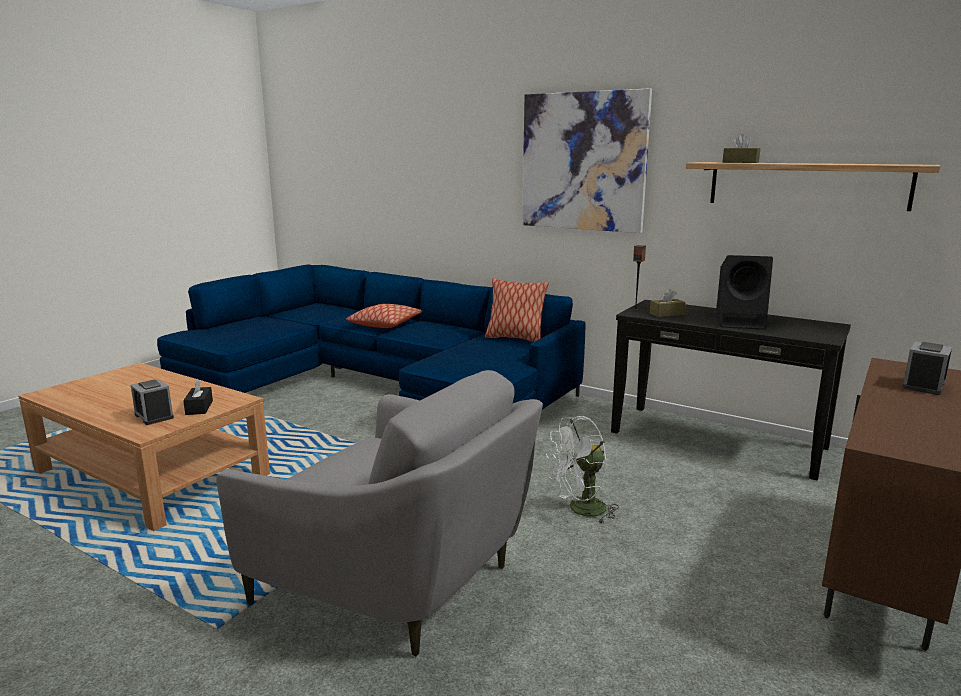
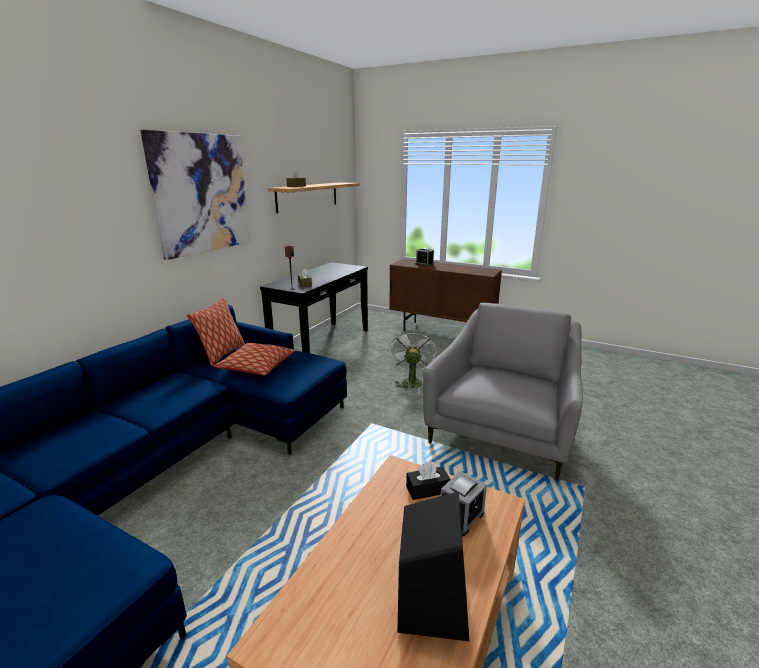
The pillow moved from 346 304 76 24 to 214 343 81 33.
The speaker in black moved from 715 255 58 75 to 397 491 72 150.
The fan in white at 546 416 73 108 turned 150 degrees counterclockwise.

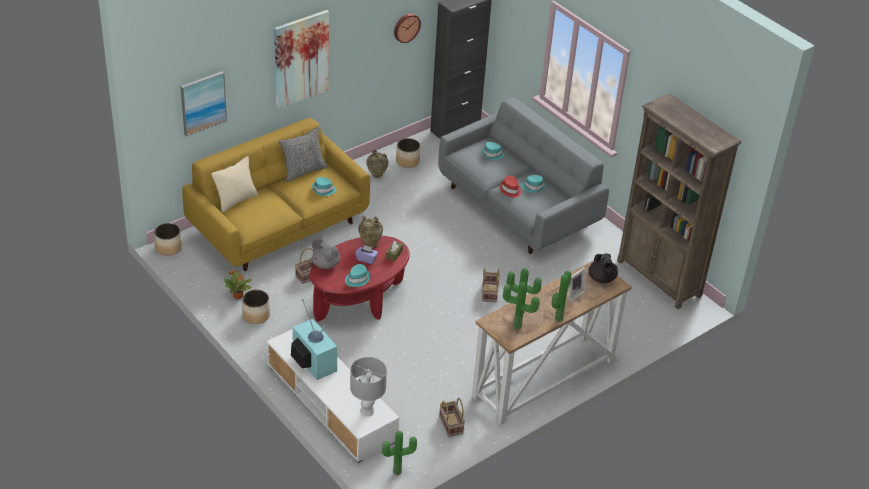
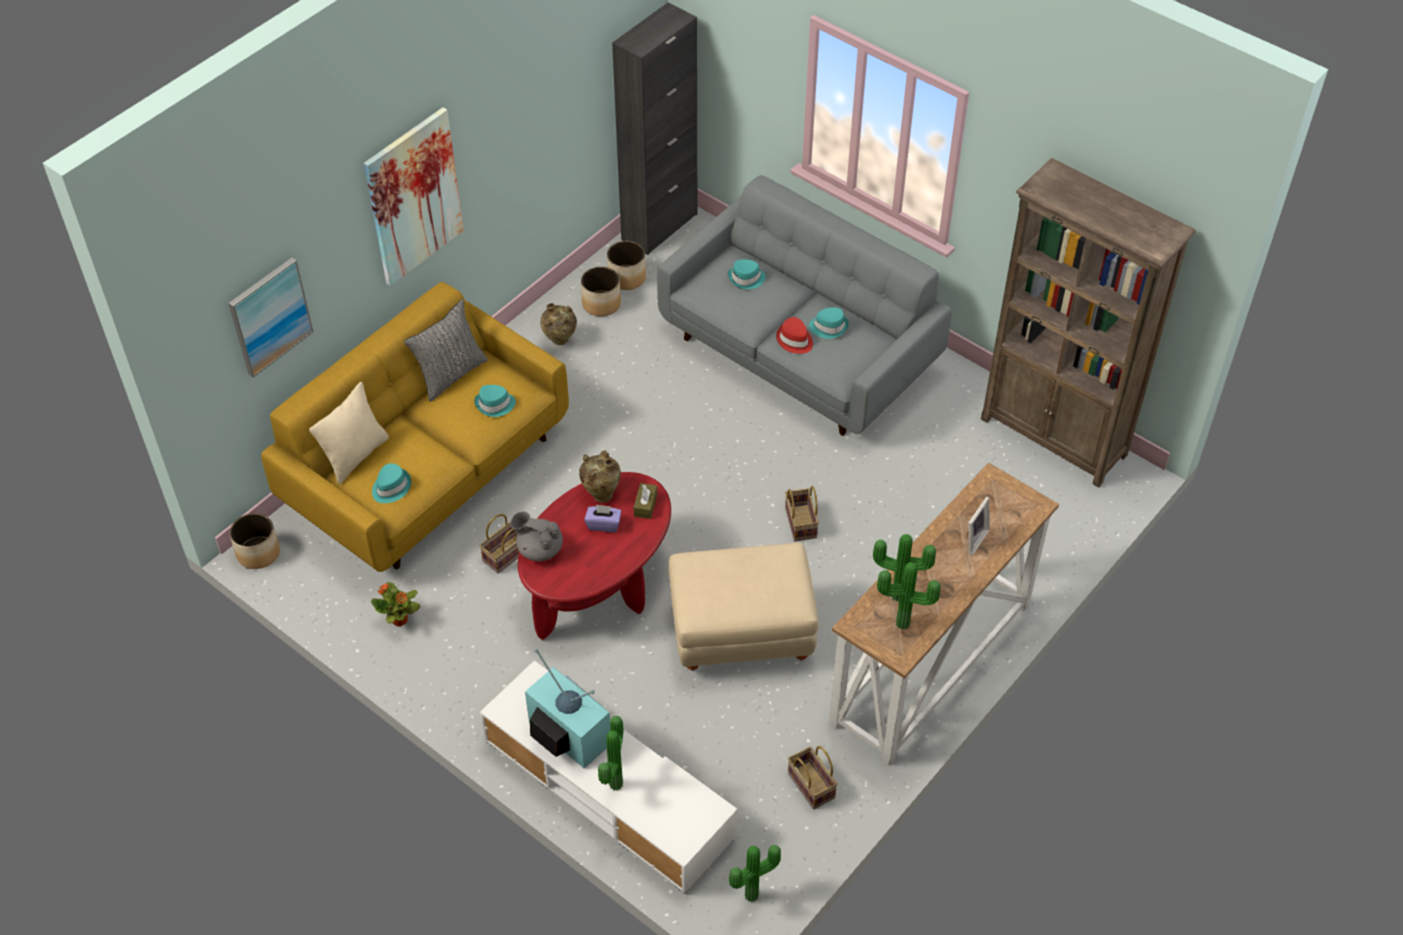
The table lamp in grey at 350 357 37 60 disappeared.
The wall clock at 394 14 27 29 disappeared.
The teapot in black at 588 253 30 30 disappeared.
The ottoman in beige at 669 542 150 129 appeared.
The planter moved from 242 290 28 34 to 607 241 39 49.
The hat in turquoise moved from 345 264 25 23 to 372 463 39 40.
The potted plant moved from 551 271 20 51 to 598 716 26 75.

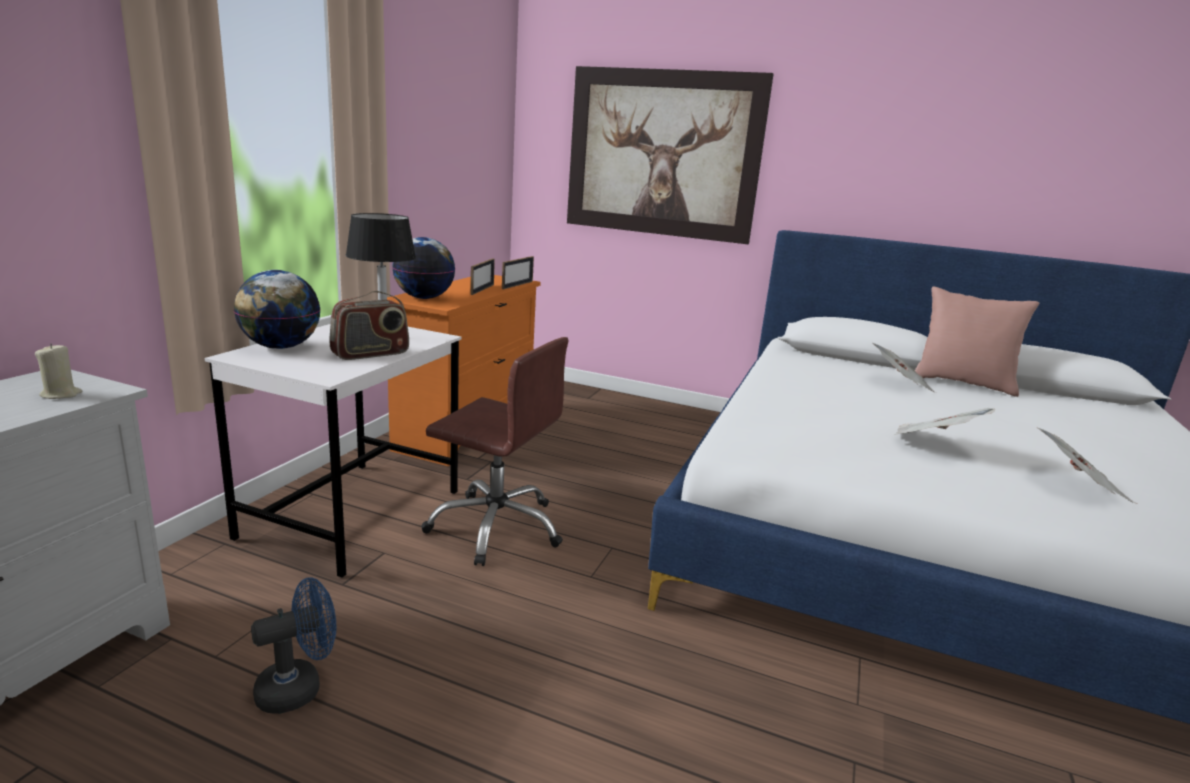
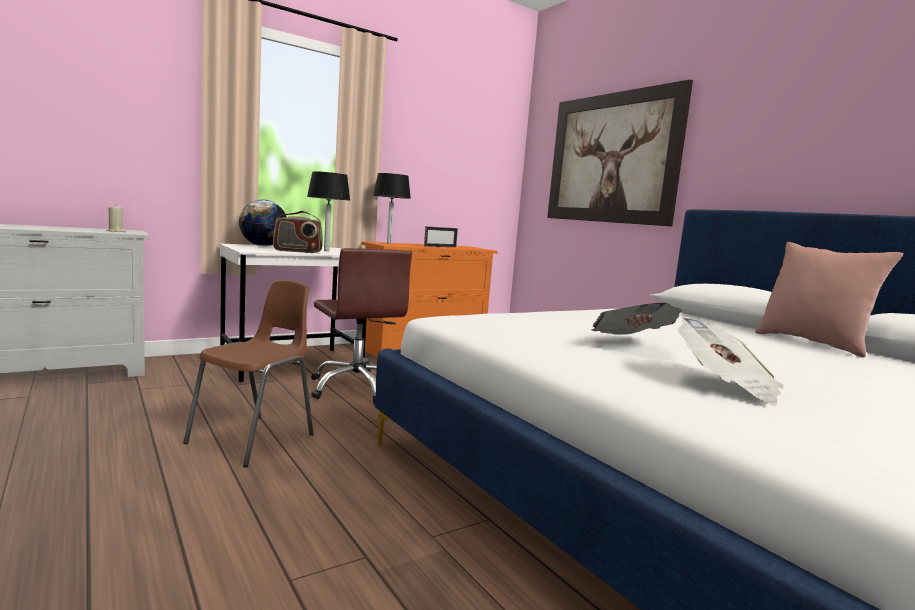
The fan in blue at 251 577 85 137 disappeared.
The picture frame at 502 256 32 33 disappeared.
The newspaper at 871 342 64 50 disappeared.
The chair in brown at 183 280 131 187 appeared.
The globe at 392 237 63 62 was replaced by the table lamp in black at 373 173 38 71.

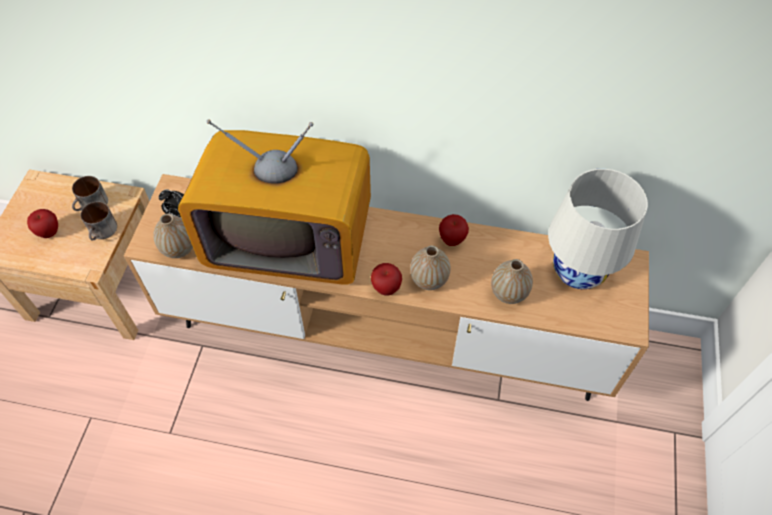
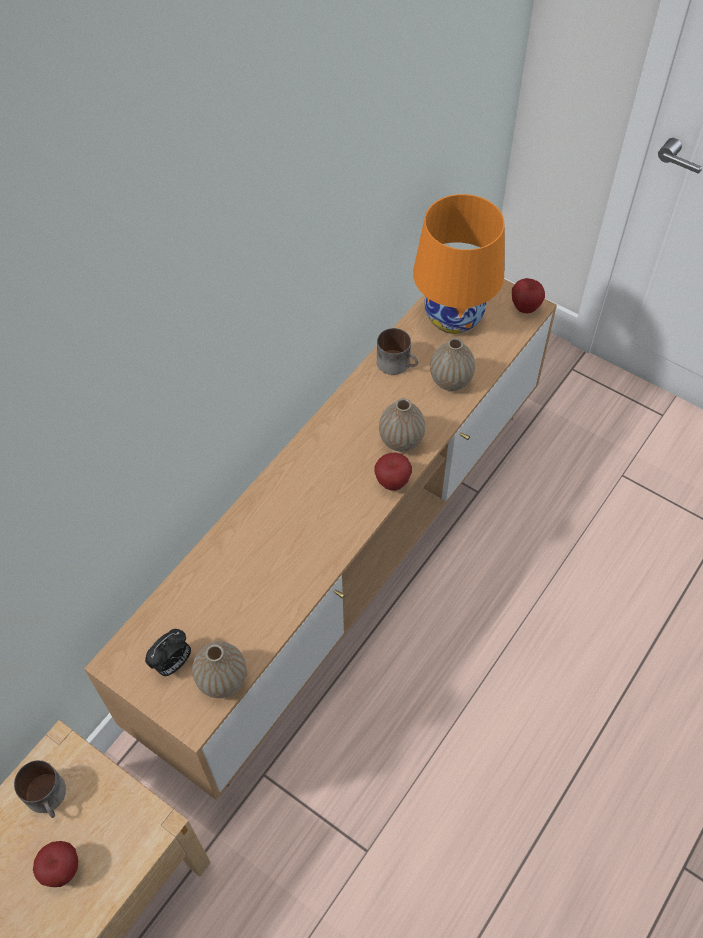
The television at 178 119 193 165 disappeared.
The mug moved from 81 201 36 39 to 377 328 41 47.
The apple moved from 439 214 30 32 to 512 278 33 35.
The table lamp in white at 548 169 100 120 became the table lamp in orange at 413 194 92 140.

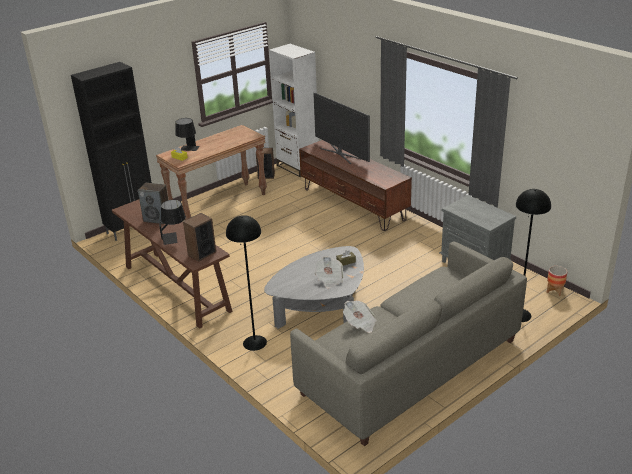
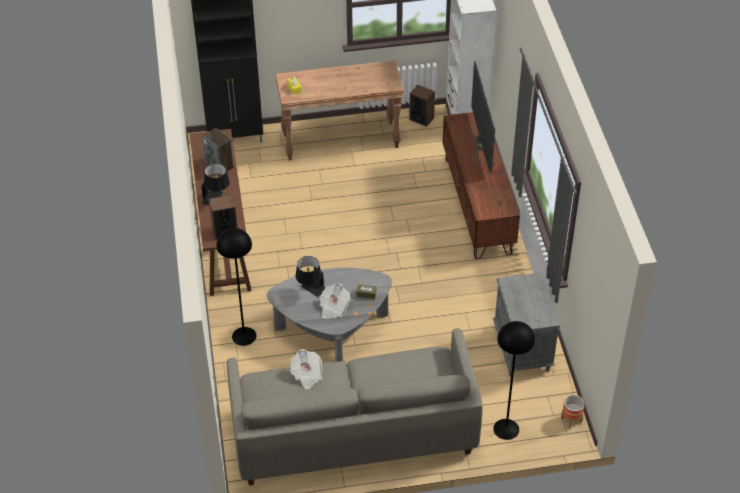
The table lamp in black moved from 176 118 24 33 to 296 256 29 41.

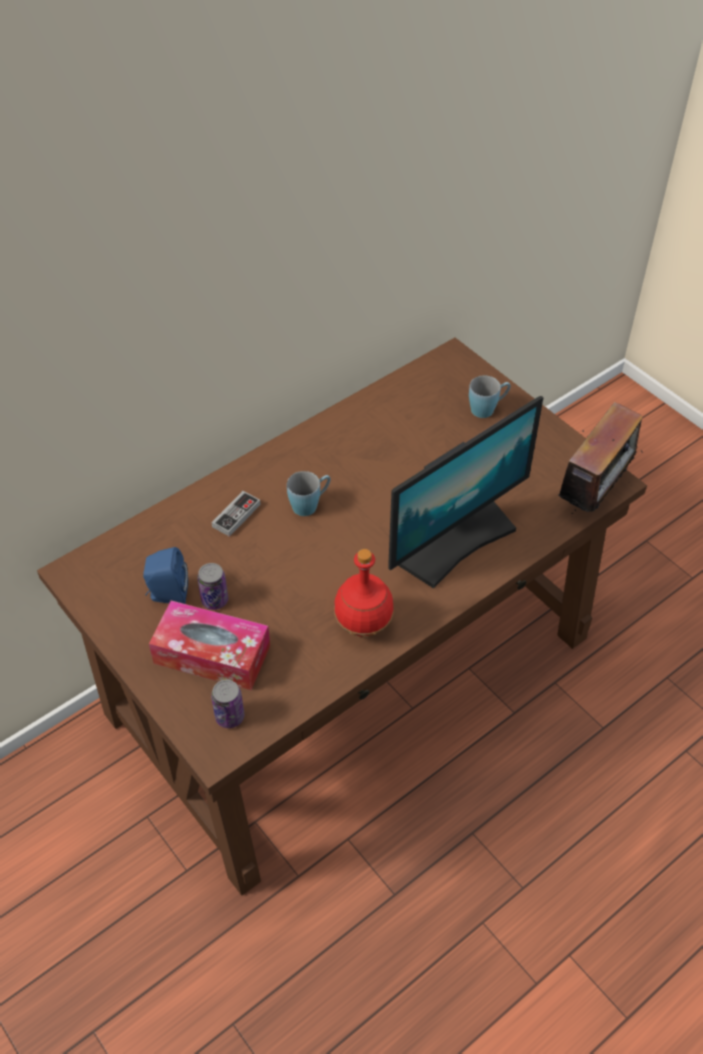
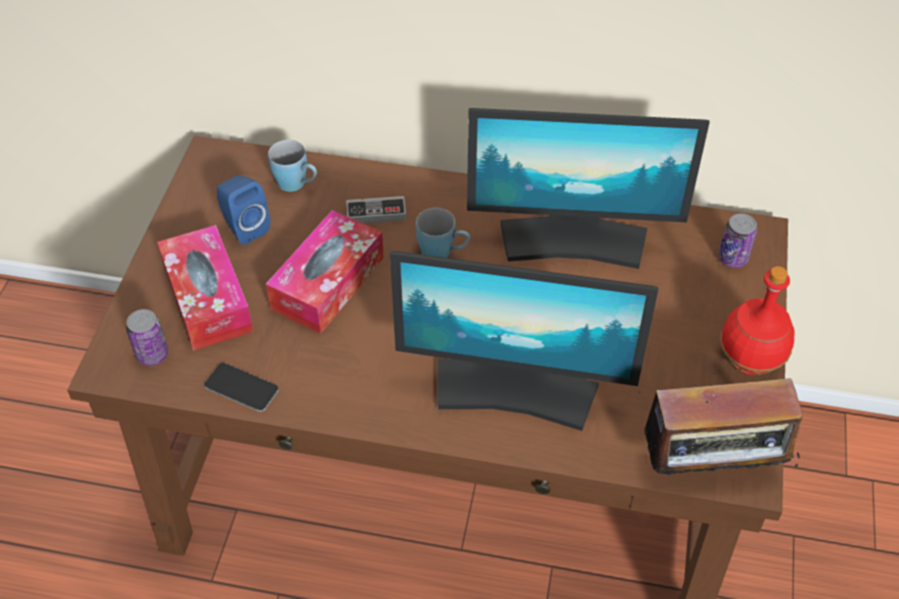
The phone at 204 363 75 49 appeared.
The tissue box at 266 210 118 124 appeared.
The monitor at 467 108 243 161 appeared.
The can moved from 197 563 31 47 to 718 213 39 55.
The bottle in red moved from 334 549 60 88 to 720 266 75 109.
The mug in blue moved from 469 375 42 43 to 268 140 49 52.

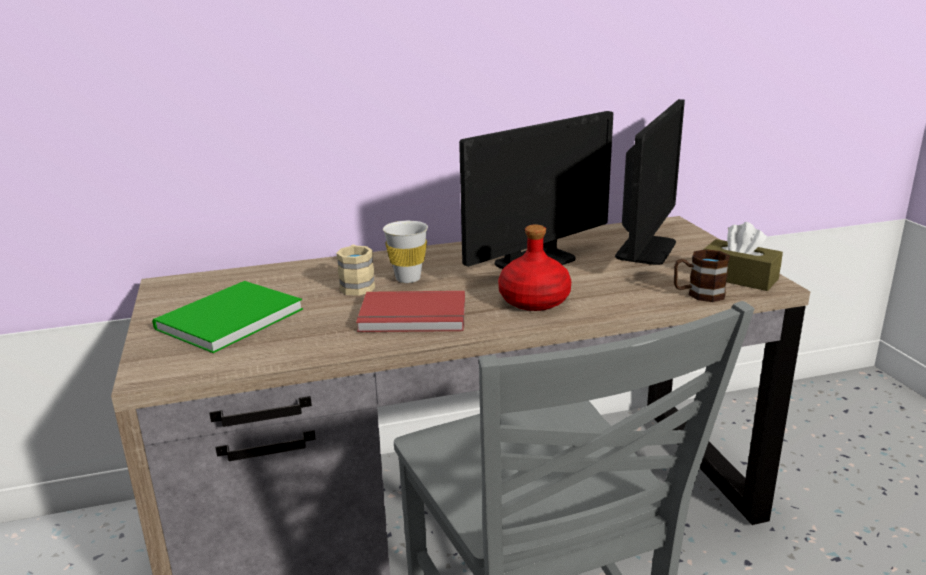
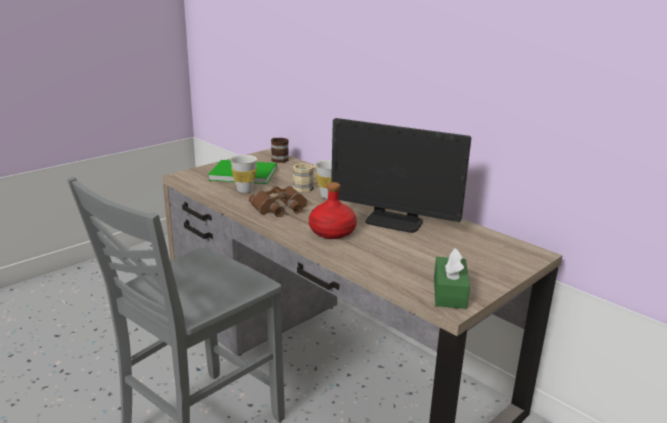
The monitor at 615 99 70 166 disappeared.
The cup in white at 230 155 27 38 appeared.
The mug in brown moved from 674 249 56 53 to 271 138 18 25.
The book in red at 356 291 109 41 was replaced by the binoculars in brown at 249 186 59 31.
The tissue box in brown at 703 222 80 69 became the tissue box in green at 434 248 36 61.

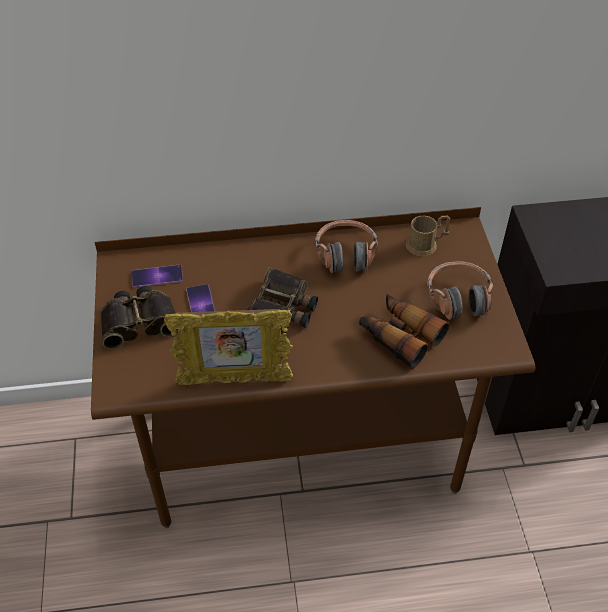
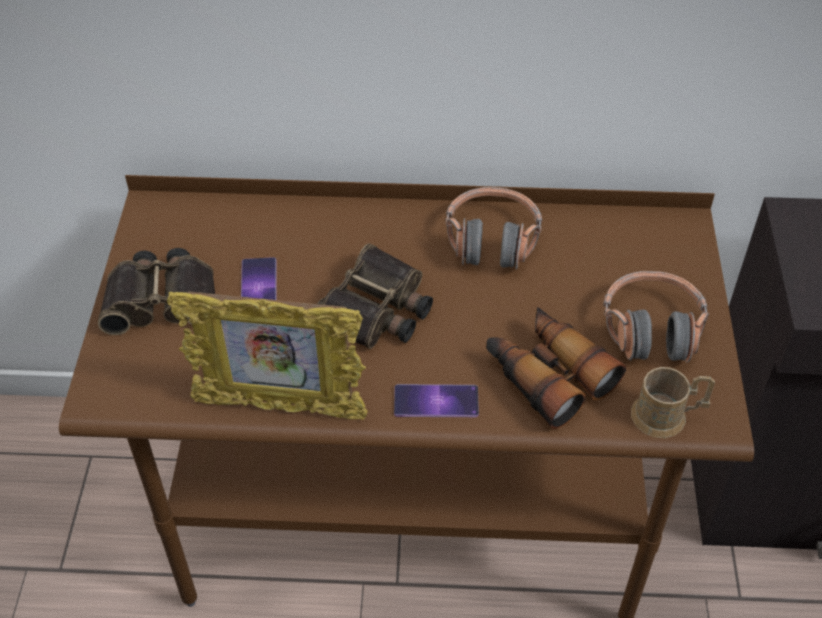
The phone moved from 132 264 51 24 to 394 384 85 33.
The mug in brown moved from 406 216 44 40 to 631 367 84 71.

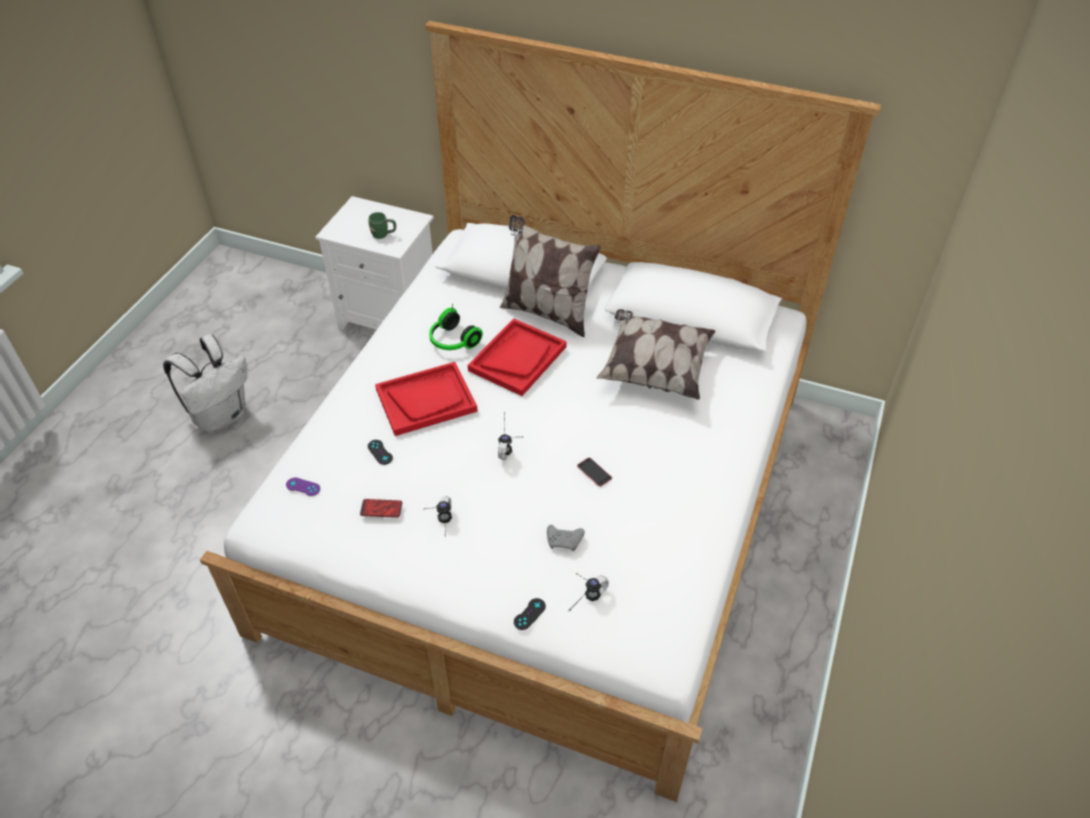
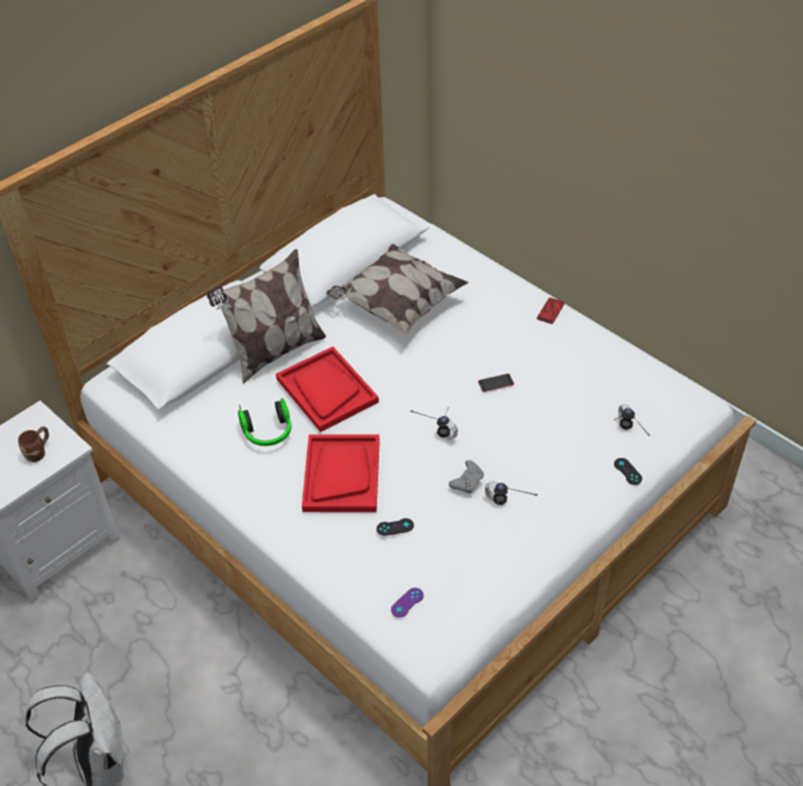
The phone moved from 360 499 42 19 to 537 298 28 26.
The game controller in grey moved from 547 525 38 26 to 449 460 35 33.
The mug in green at 368 212 28 27 became the mug in brown at 18 427 31 35.

